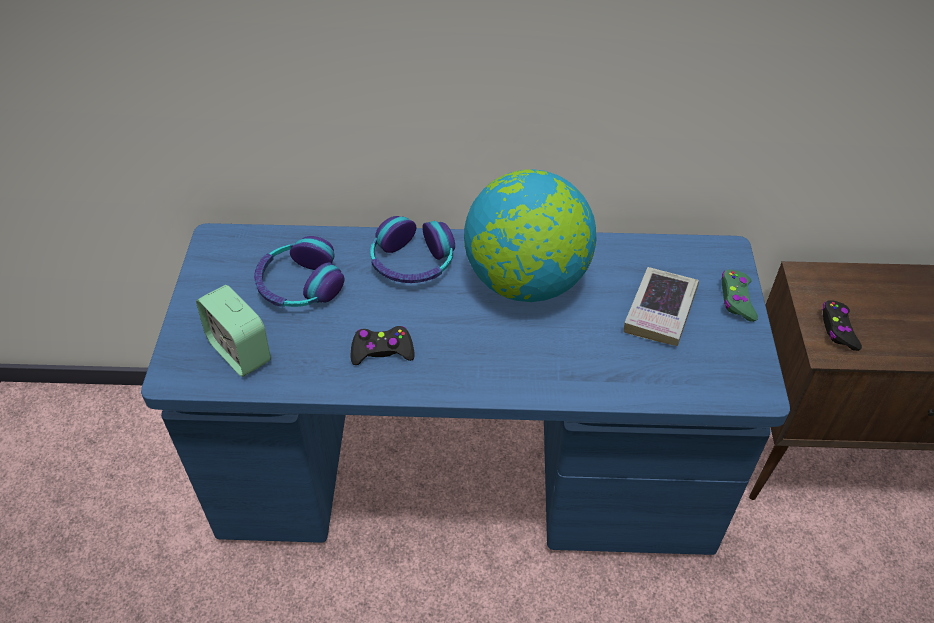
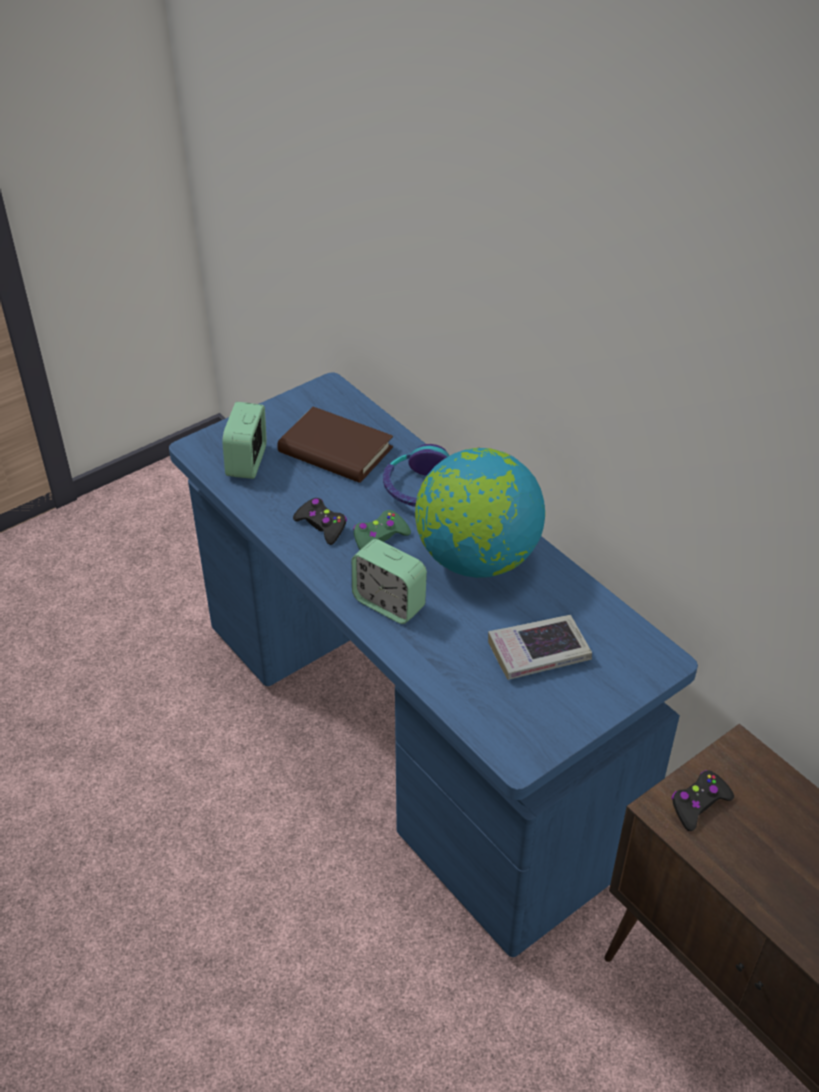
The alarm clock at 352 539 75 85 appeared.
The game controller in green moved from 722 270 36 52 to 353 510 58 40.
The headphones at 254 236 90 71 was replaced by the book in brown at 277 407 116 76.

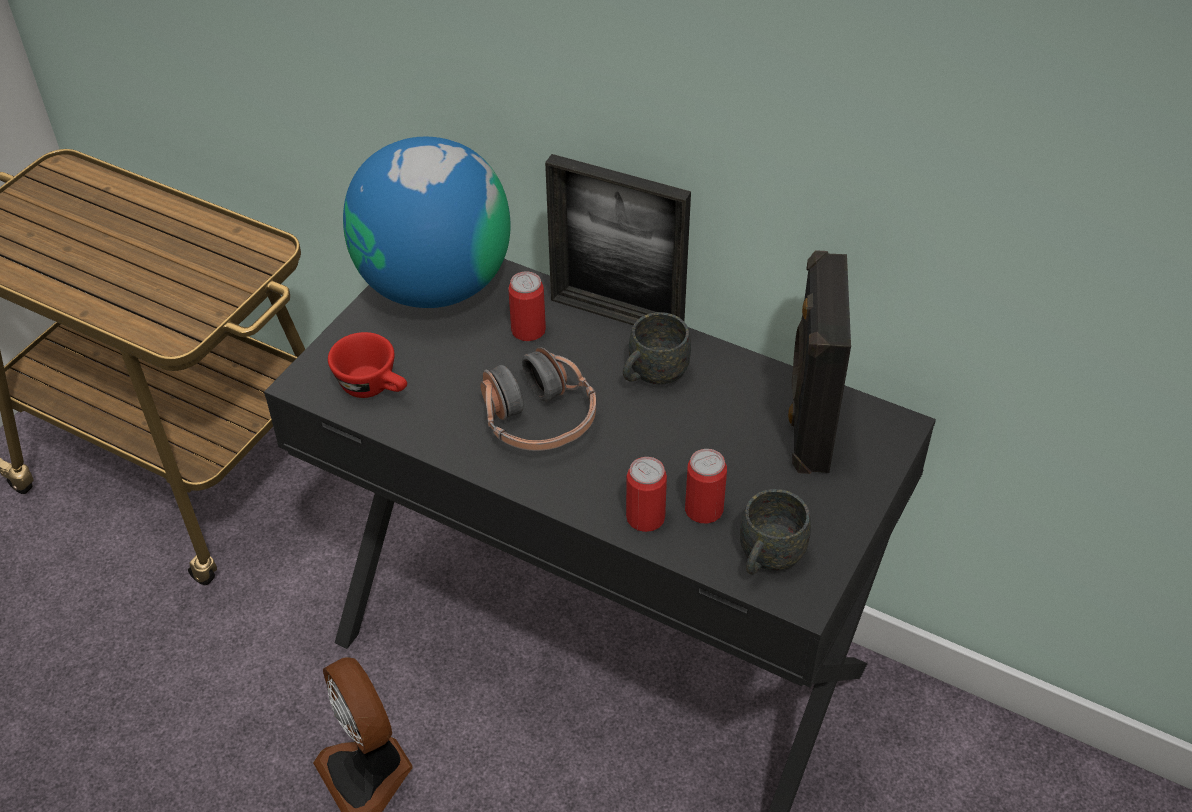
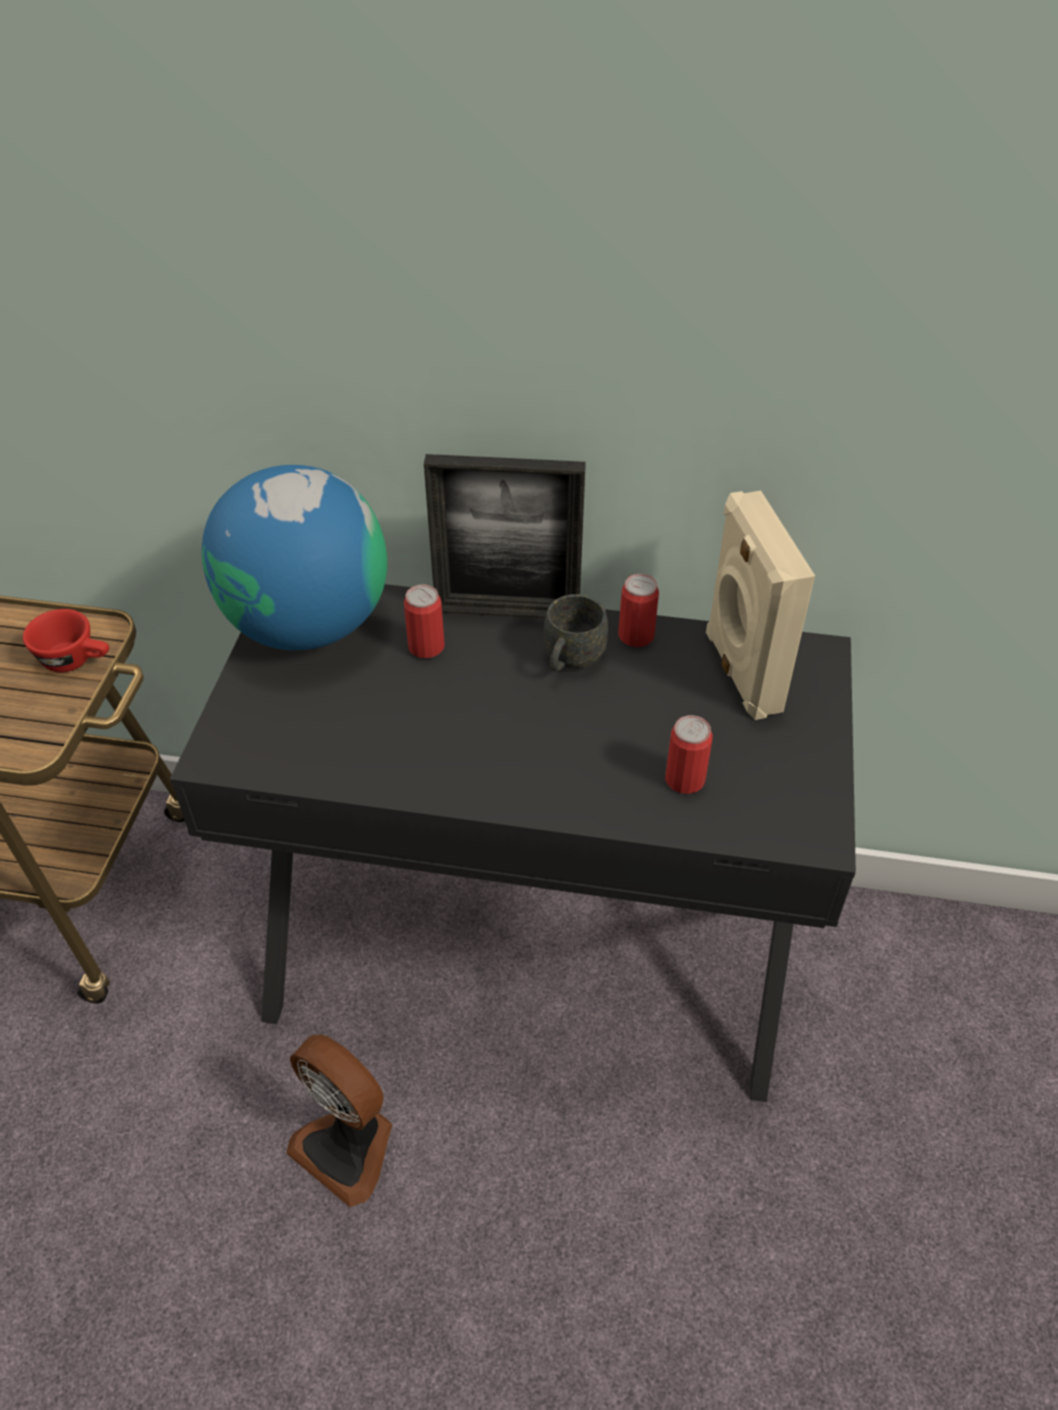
The headphones at 480 347 116 104 disappeared.
The mug in grey at 740 489 71 85 disappeared.
The cup in red moved from 328 332 79 66 to 23 609 86 64.
The can moved from 626 457 41 75 to 618 574 41 73.
The speaker in black at 788 250 63 224 became the speaker in beige at 706 491 109 229.

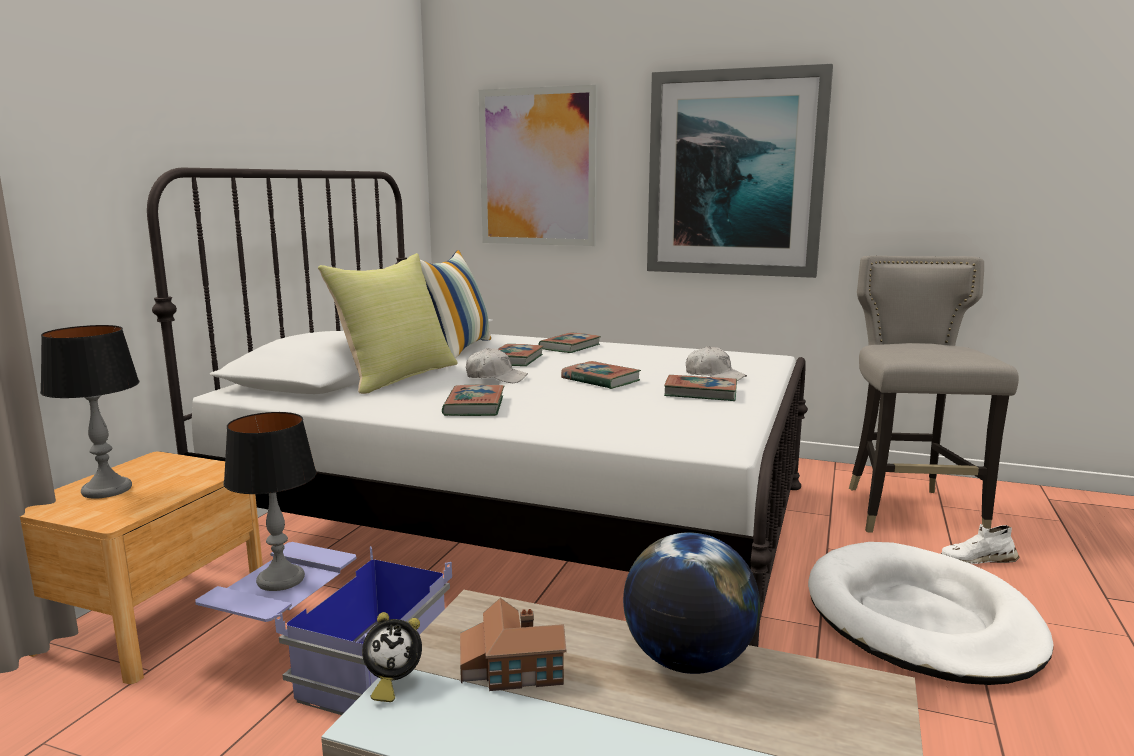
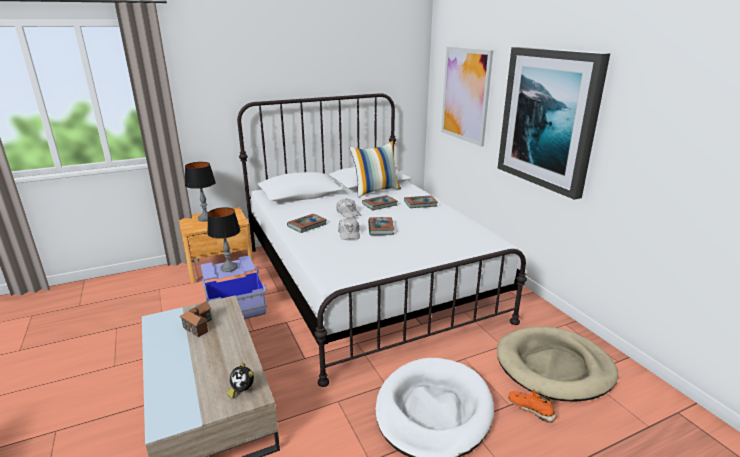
The pillow in yellow at 318 253 140 141 disappeared.
The globe at 623 532 137 142 disappeared.
The book at 664 375 73 26 disappeared.
The alarm clock moved from 362 612 60 90 to 226 363 28 35.
The cap in white moved from 686 346 61 35 to 338 217 22 23.
The stool in grey at 849 256 170 277 was replaced by the dog bed in beige at 497 326 122 76.
The shoe in white at 941 524 79 40 became the shoe in orange at 508 389 49 34.

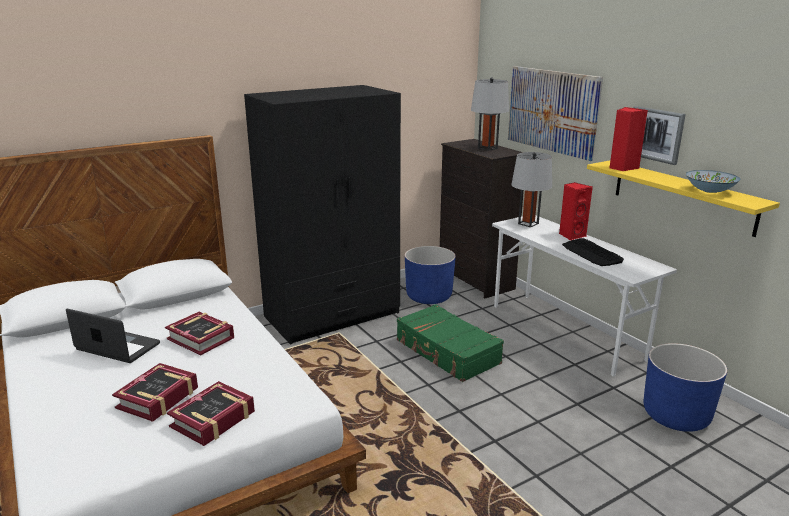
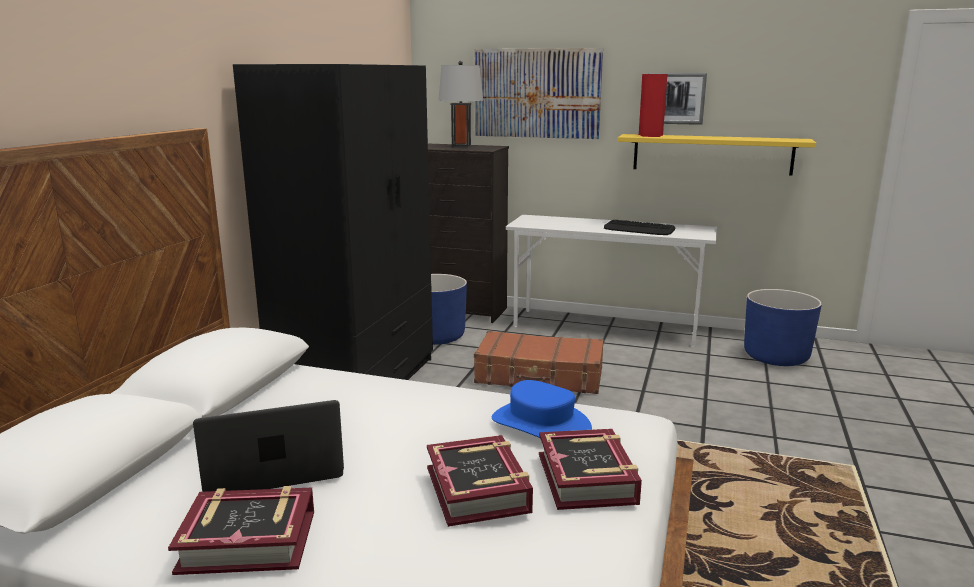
The table lamp in grey at 511 152 41 75 disappeared.
The speaker in red at 559 182 34 59 disappeared.
The bowl at 686 170 55 23 disappeared.
The hat in blue at 492 380 100 58 appeared.
The book moved from 165 312 69 43 to 168 486 146 89.
The suitcase in green at 397 304 107 78 became the suitcase in brown at 474 331 130 63.

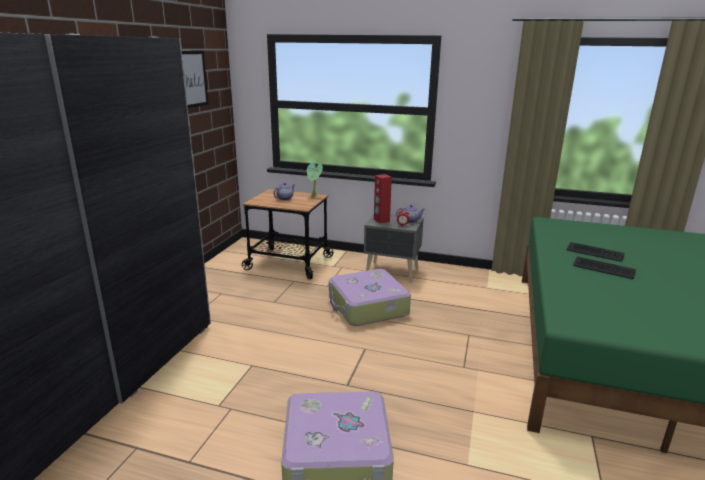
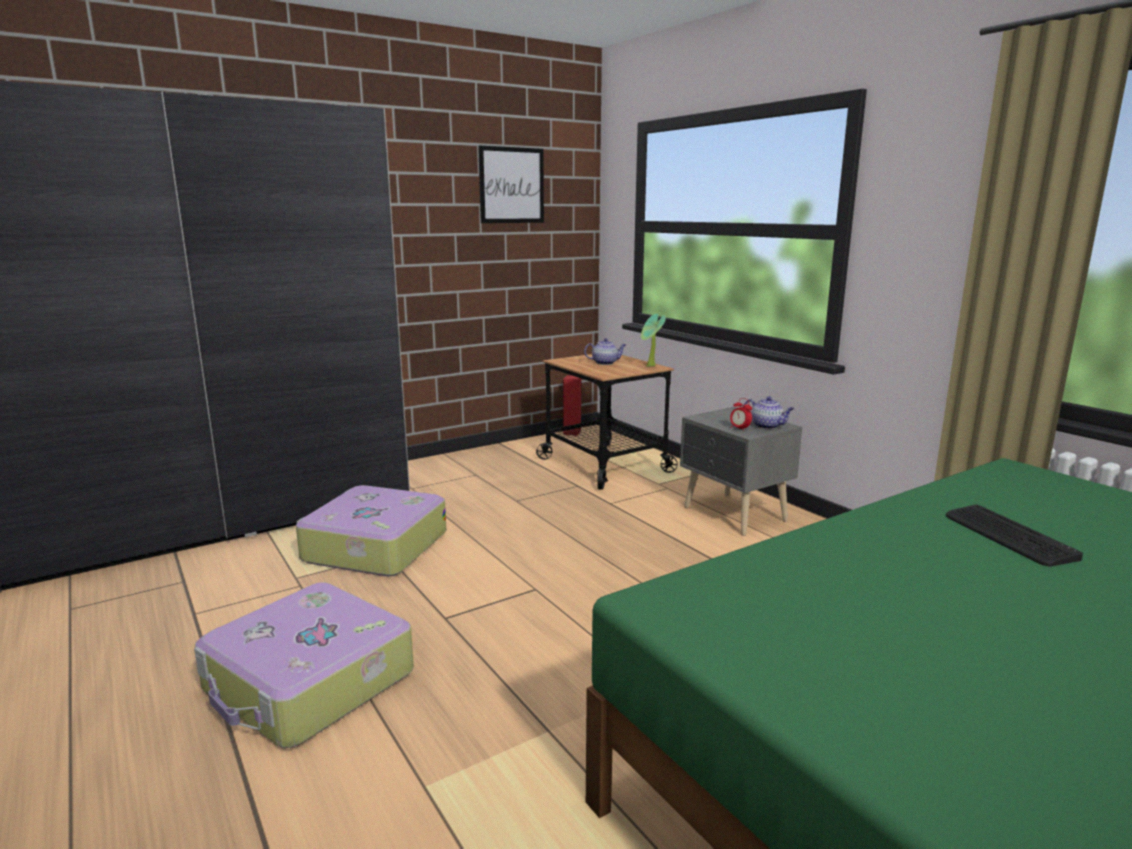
The keyboard at 573 257 63 22 disappeared.
The suitcase moved from 329 269 82 57 to 296 485 150 91.
The speaker in red moved from 374 174 18 49 to 563 375 18 61.

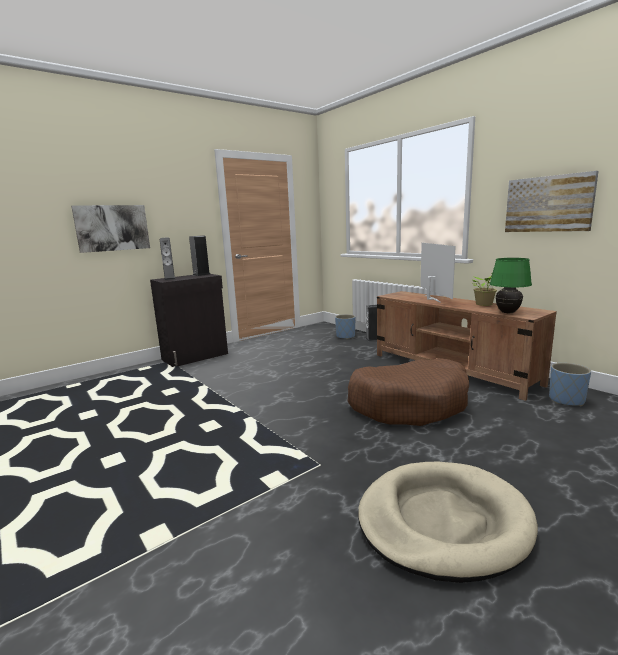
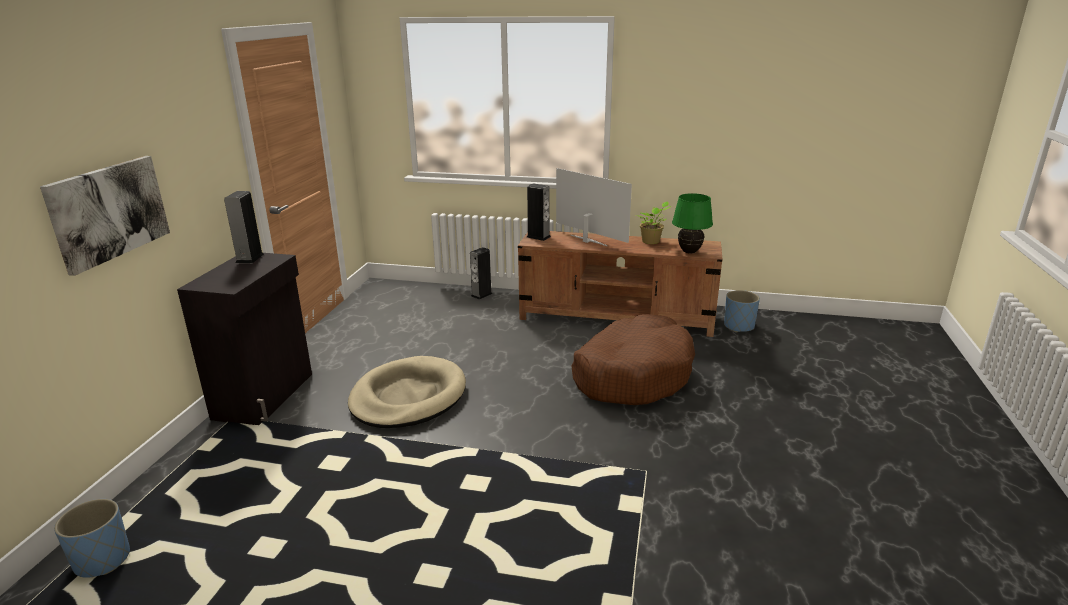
The picture at 505 171 94 61 disappeared.
The speaker moved from 160 237 16 43 to 527 183 24 58.
The planter in blue moved from 335 314 20 25 to 54 499 76 79.
The dog bed in beige moved from 358 462 180 121 to 348 356 118 72.

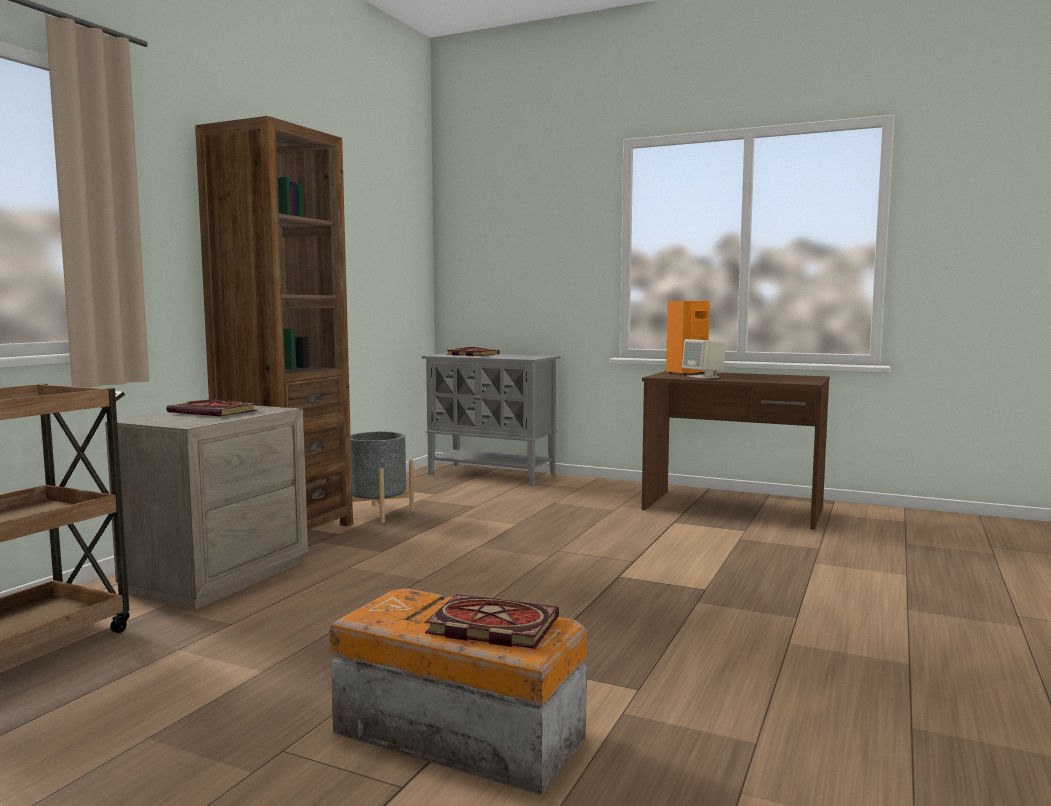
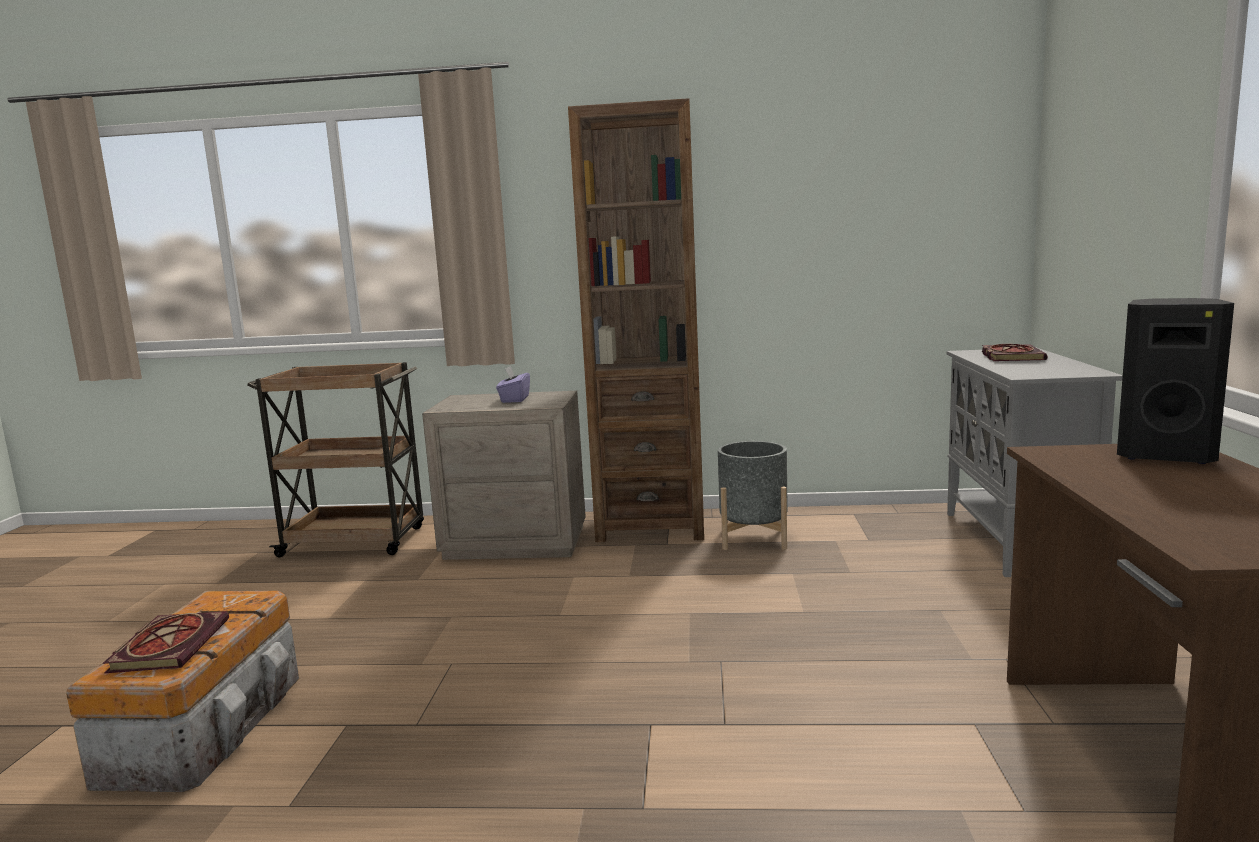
The speaker in beige at 682 339 44 40 disappeared.
The book at 166 399 92 17 was replaced by the tissue box in purple at 496 366 34 37.
The speaker in orange at 666 301 44 74 became the speaker in black at 1117 298 117 166.

